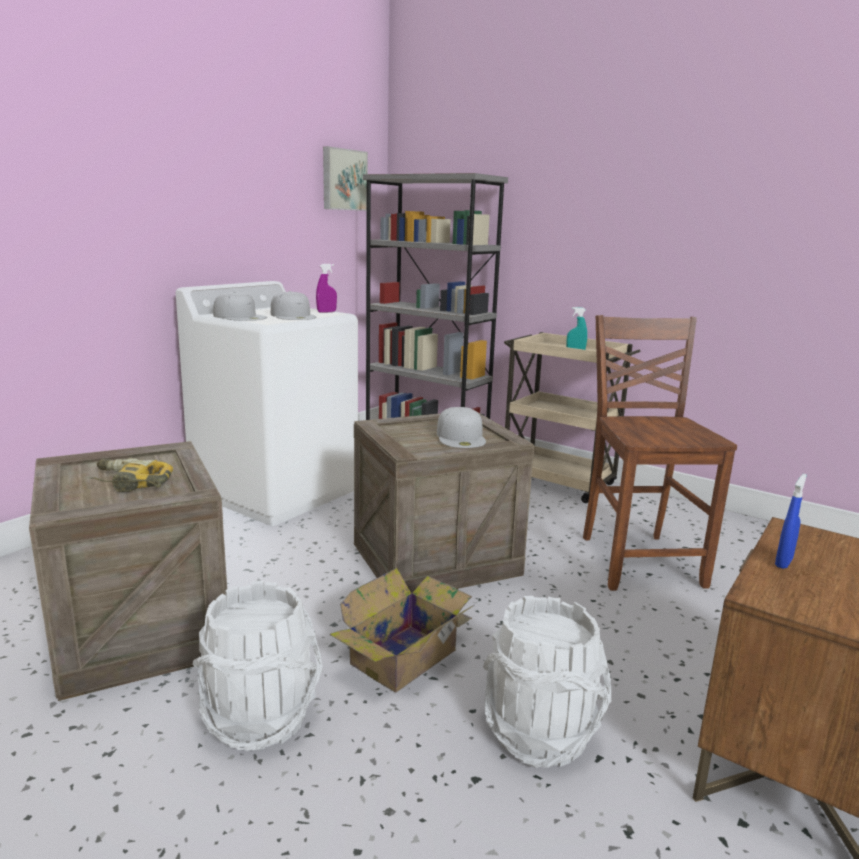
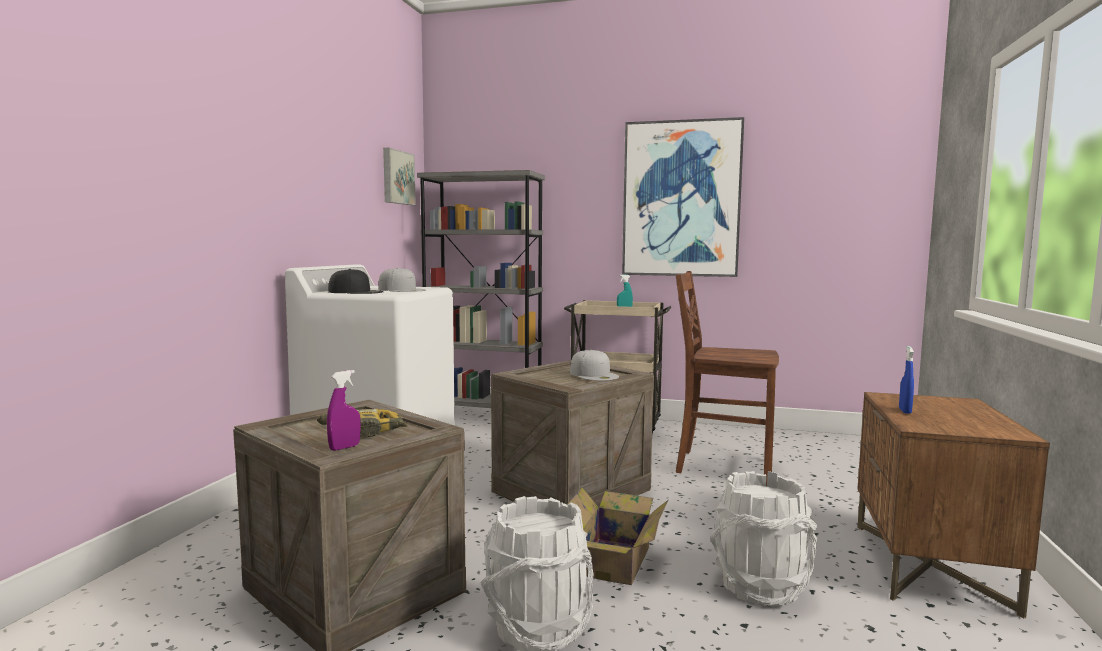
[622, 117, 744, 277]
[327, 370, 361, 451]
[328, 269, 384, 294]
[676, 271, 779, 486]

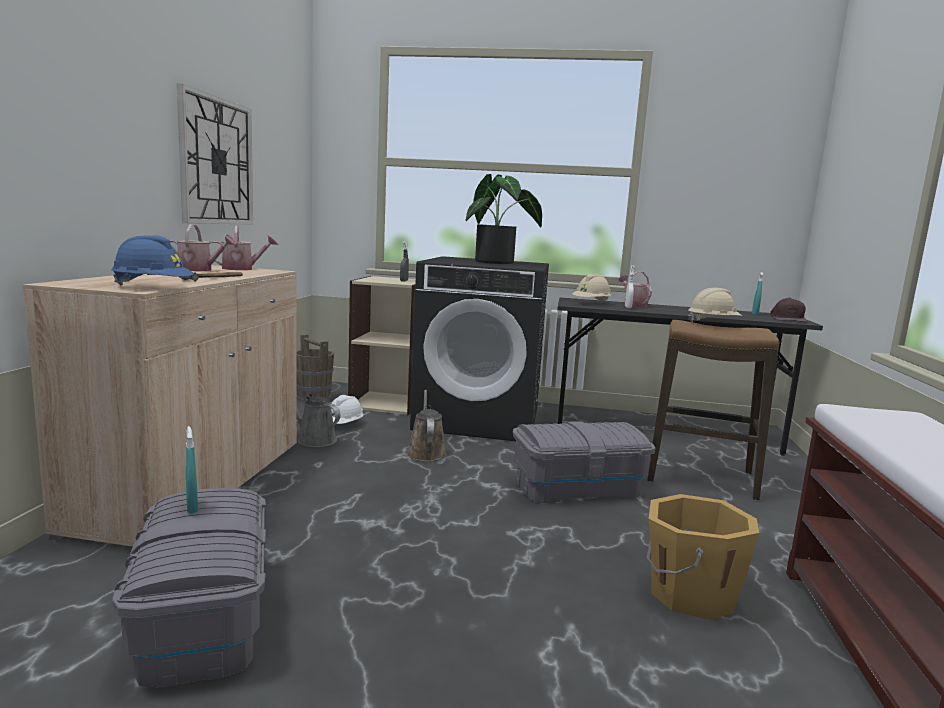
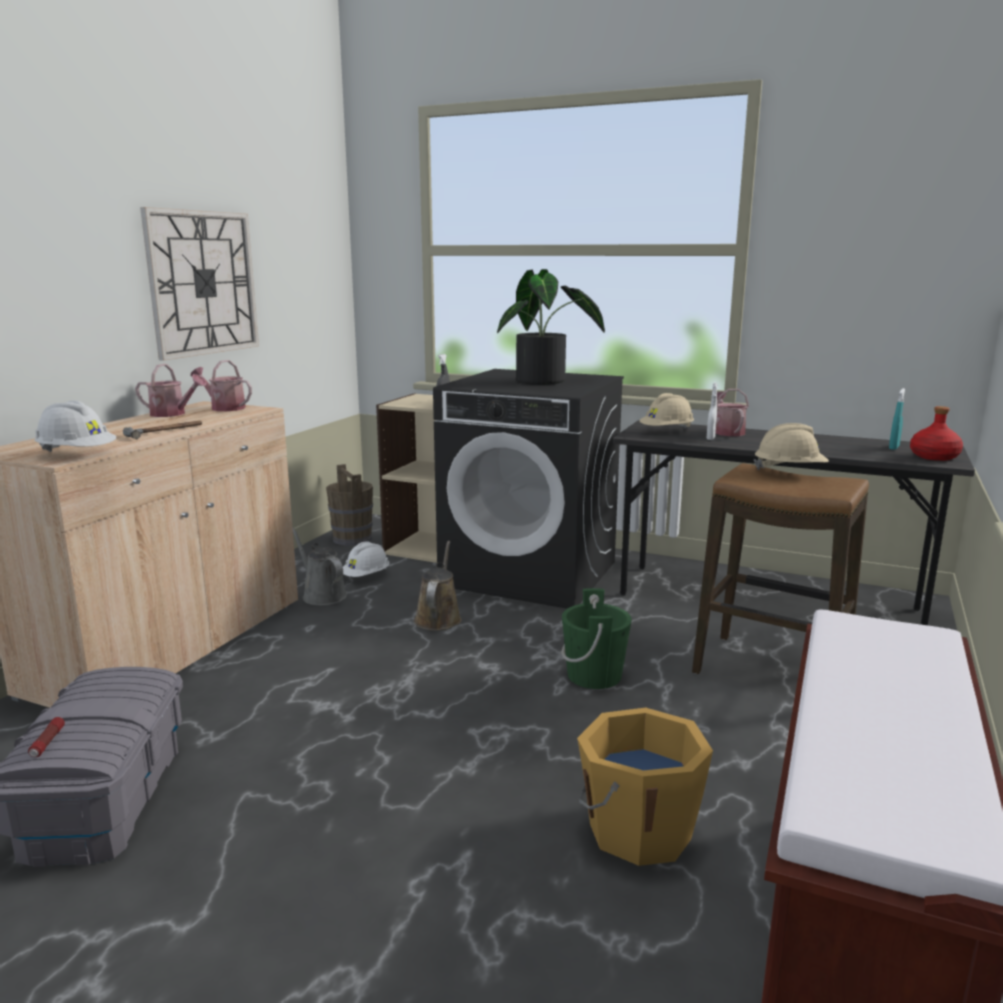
[186, 426, 198, 513] (first image)
[28, 717, 65, 757]
[562, 588, 632, 689]
[910, 406, 963, 461]
[35, 400, 116, 452]
[191, 360, 252, 411]

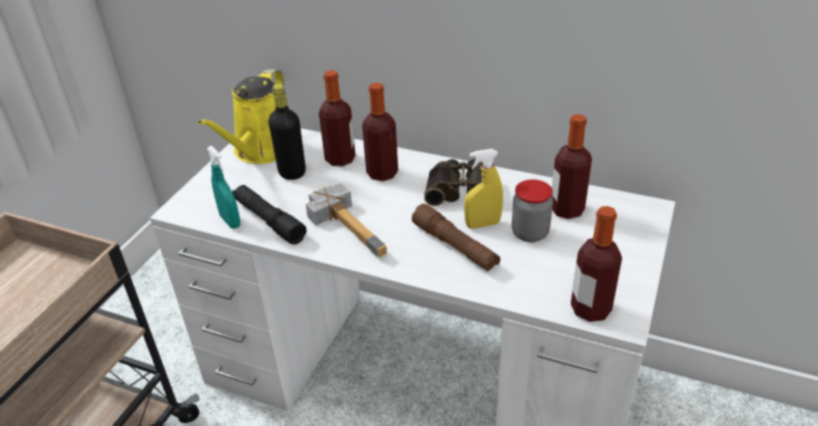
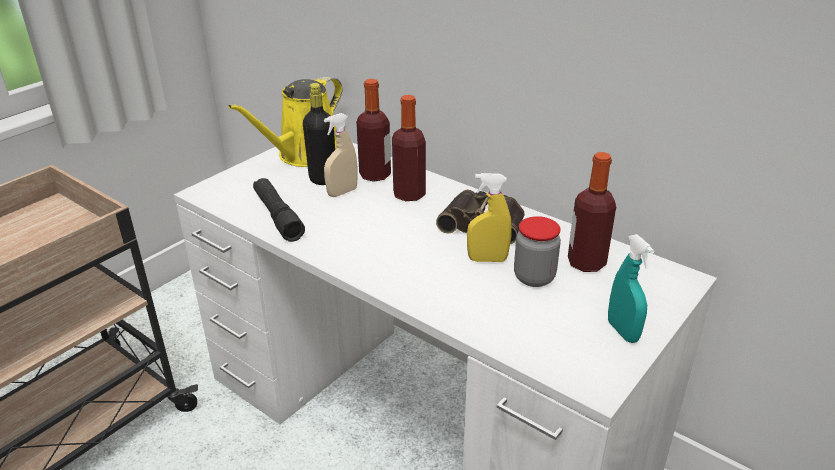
[306, 183, 387, 257] (first image)
[412, 204, 500, 272] (first image)
[571, 206, 622, 322] (first image)
[324, 113, 357, 197]
[608, 234, 654, 343]

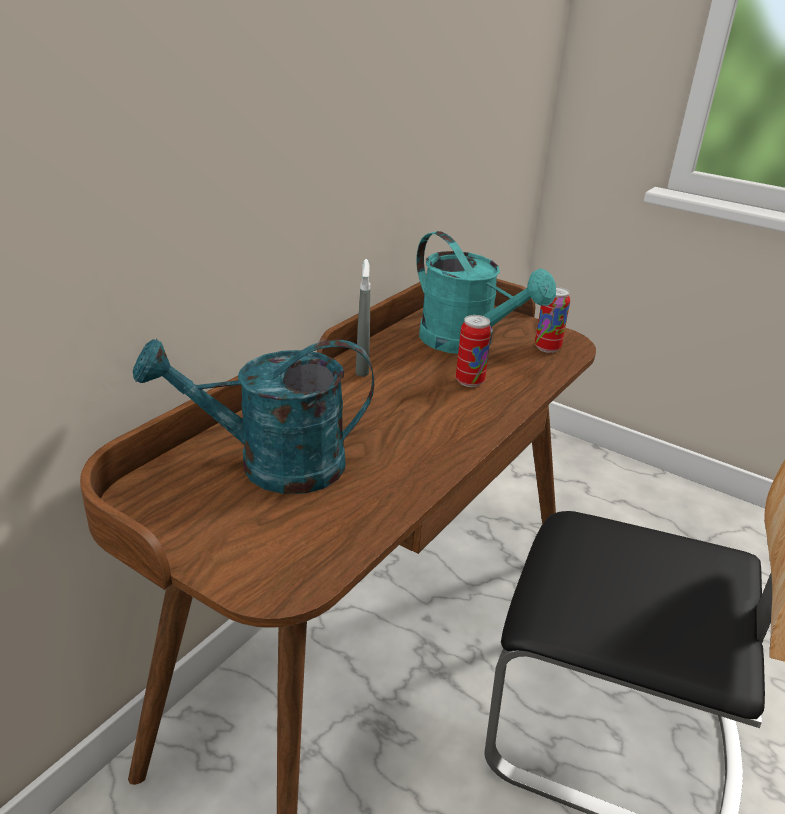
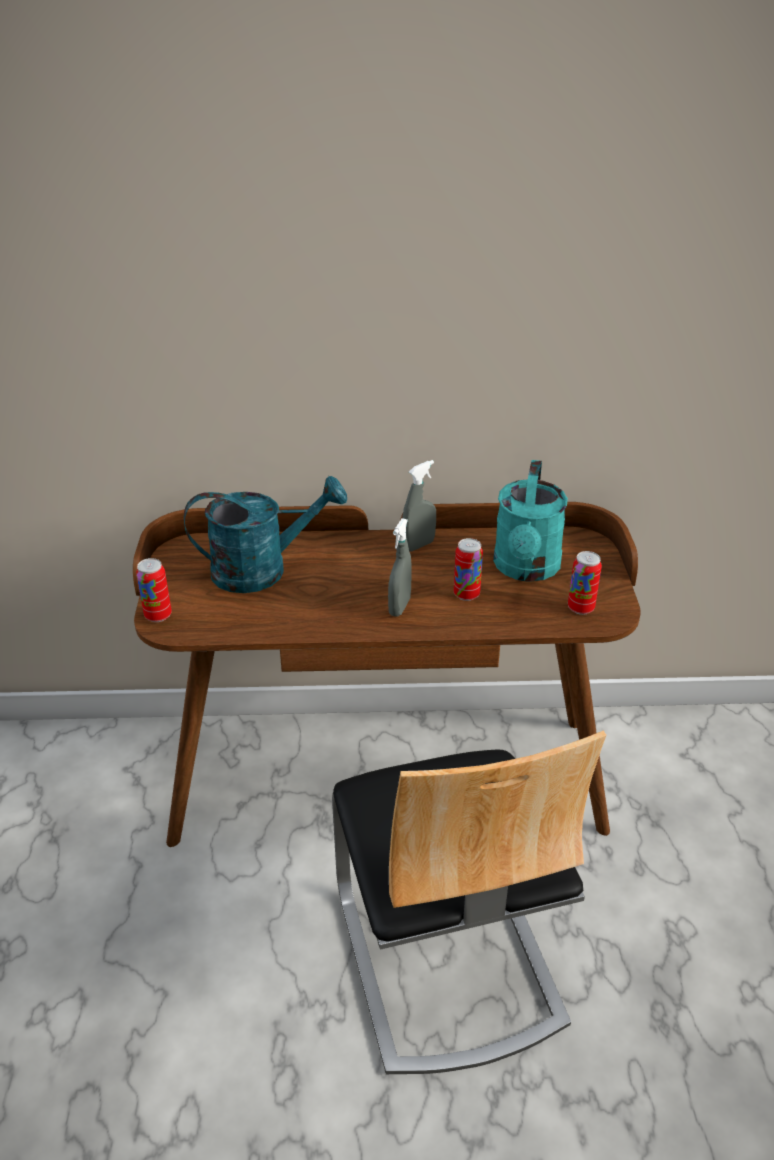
[136, 558, 172, 622]
[388, 518, 412, 616]
[184, 476, 347, 593]

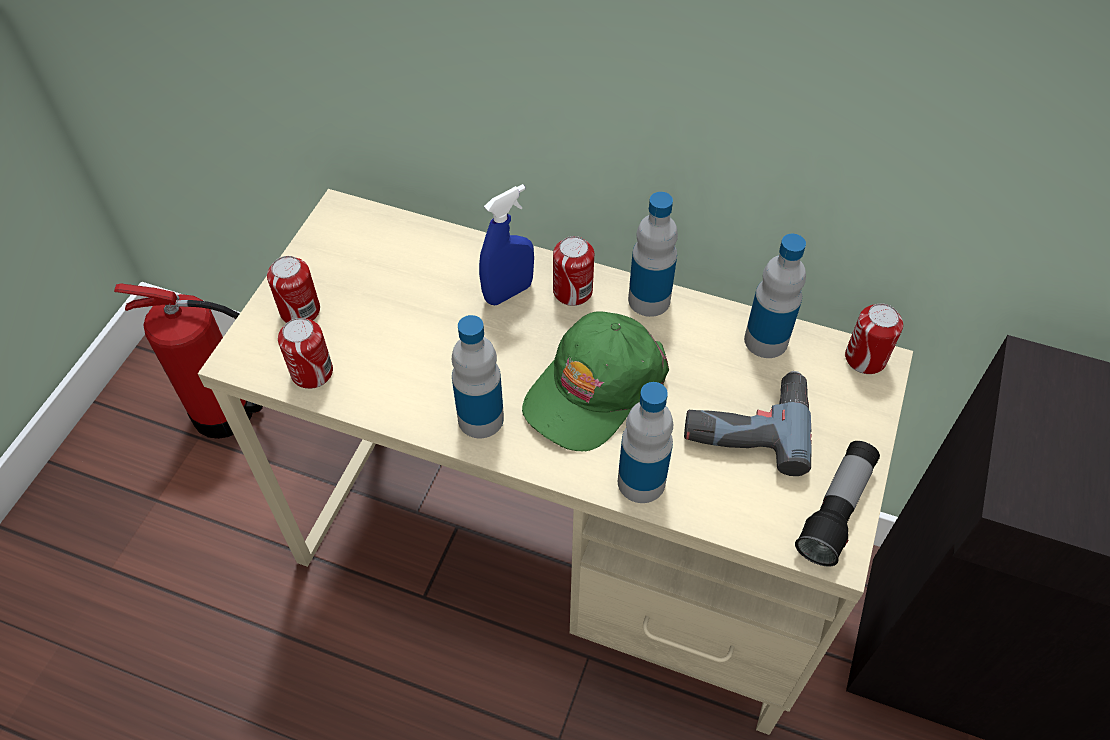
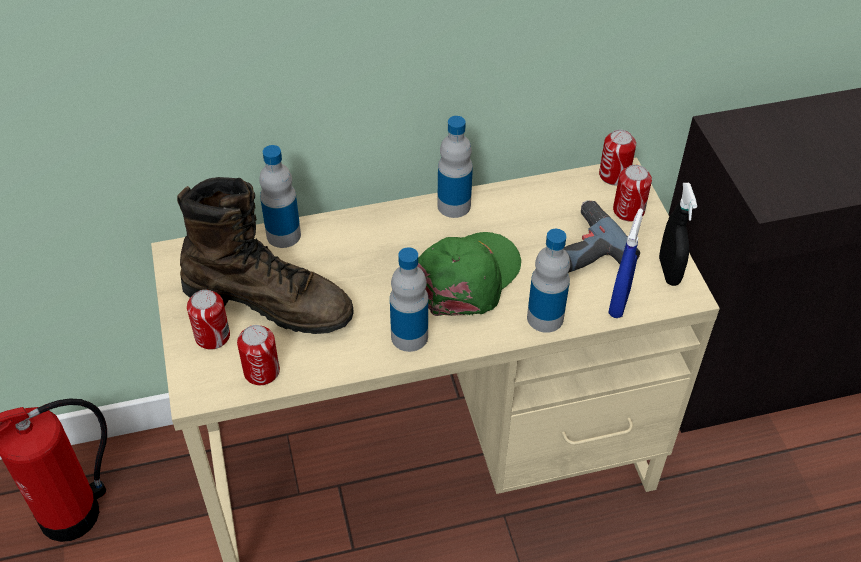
[177, 177, 354, 334]
[608, 209, 643, 318]
[613, 165, 652, 221]
[259, 145, 301, 248]
[659, 183, 697, 286]
[417, 232, 521, 316]

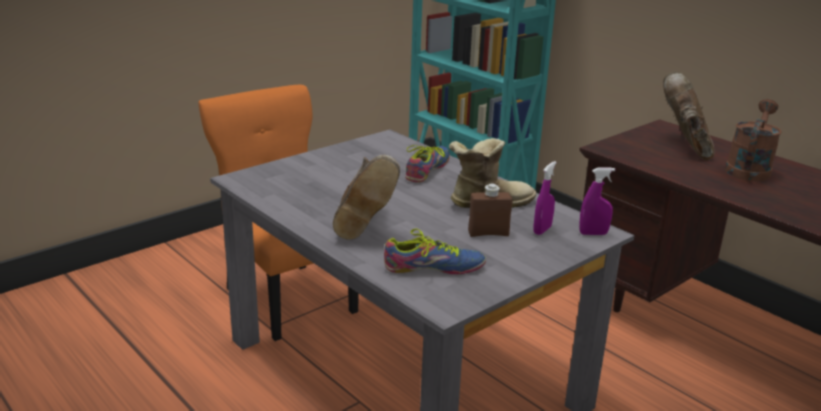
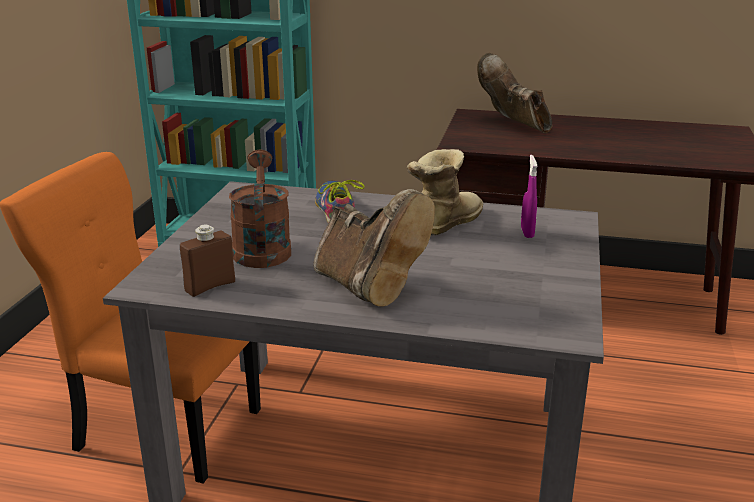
[384, 229, 486, 274] (first image)
[579, 167, 615, 235] (first image)
[180, 224, 235, 297]
[229, 149, 291, 268]

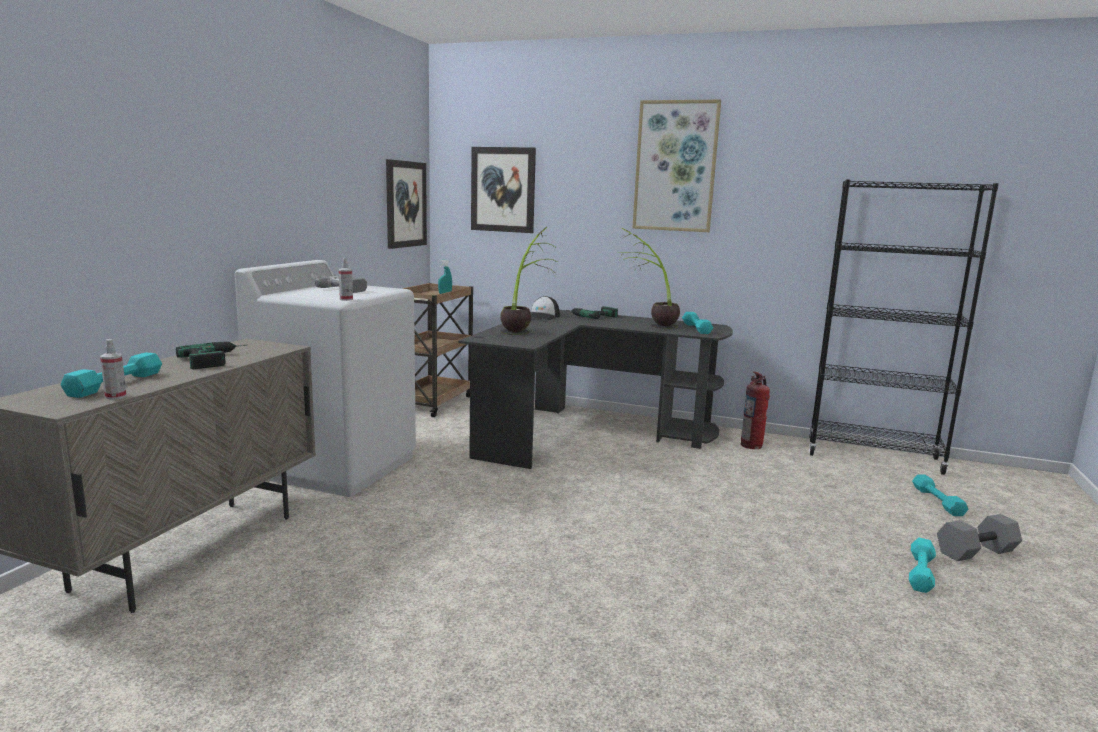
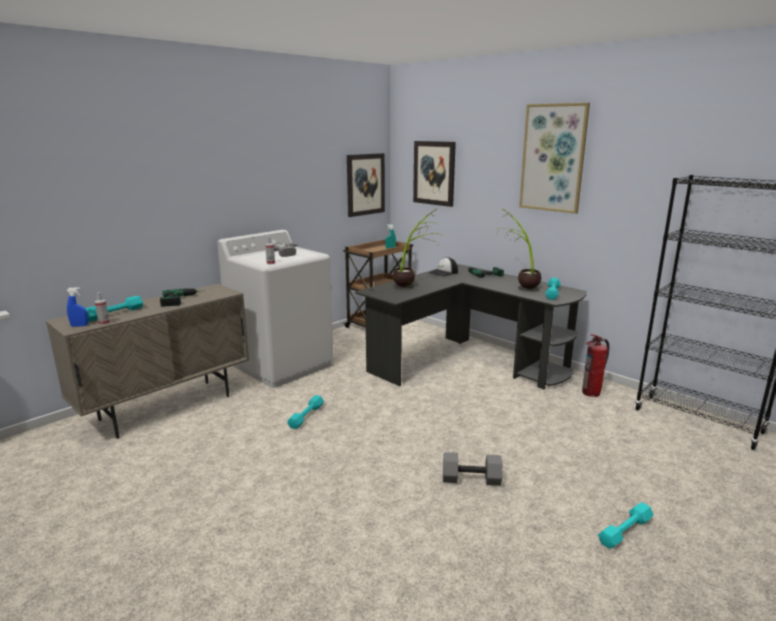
[66, 287, 88, 327]
[287, 395, 324, 429]
[443, 452, 502, 486]

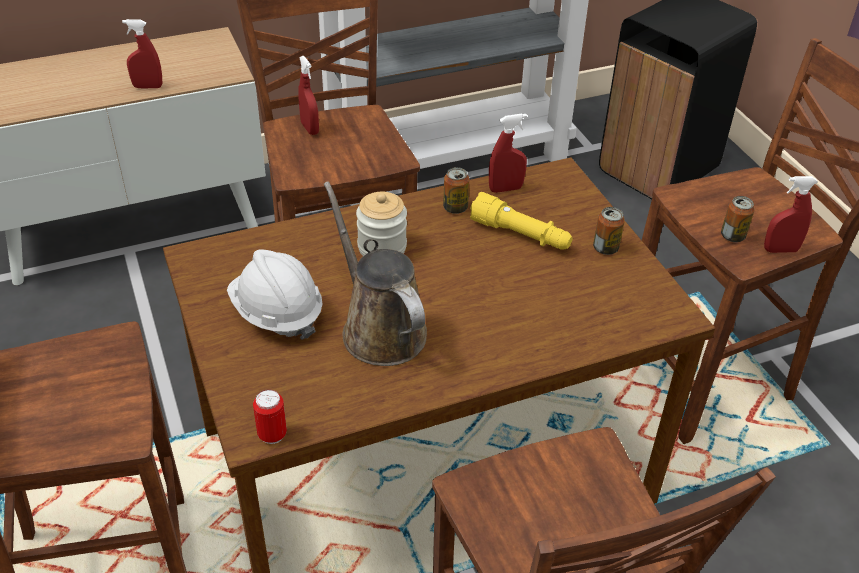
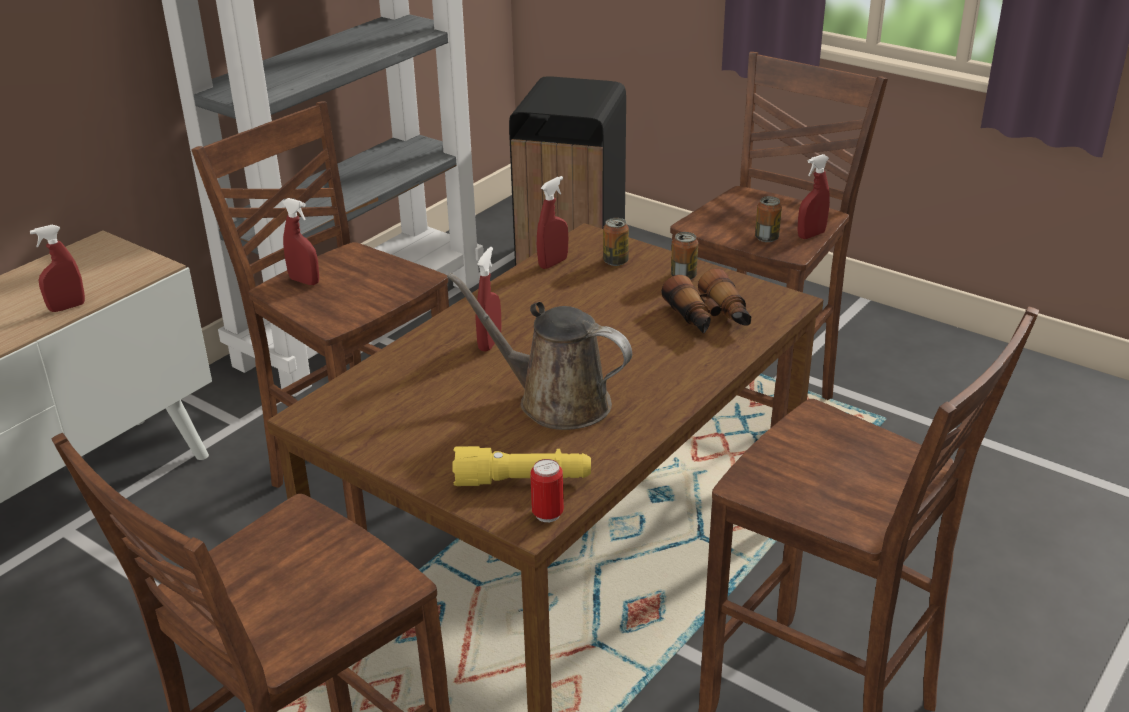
[227, 249, 322, 340] (first image)
[661, 269, 751, 334]
[603, 218, 629, 266]
[452, 446, 591, 486]
[476, 247, 501, 352]

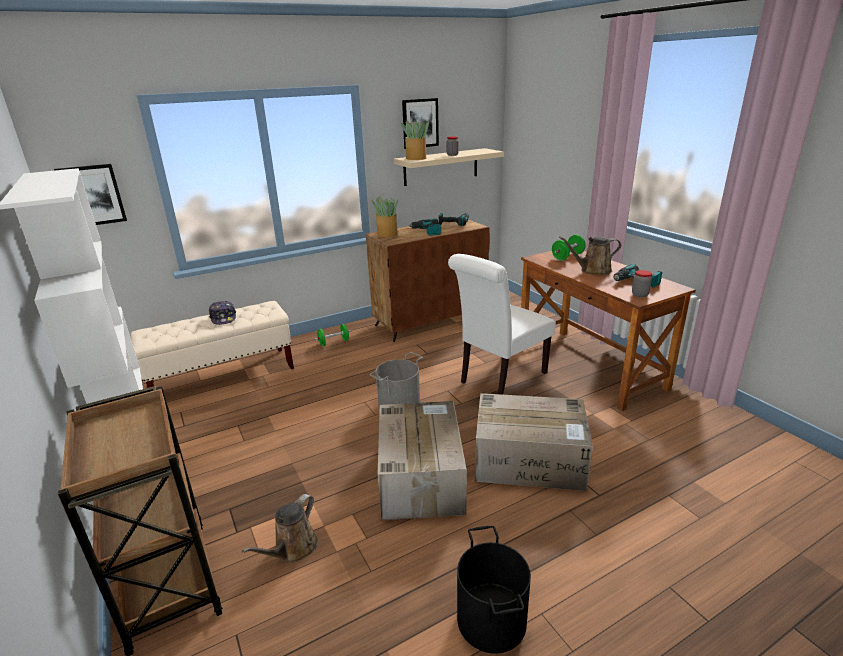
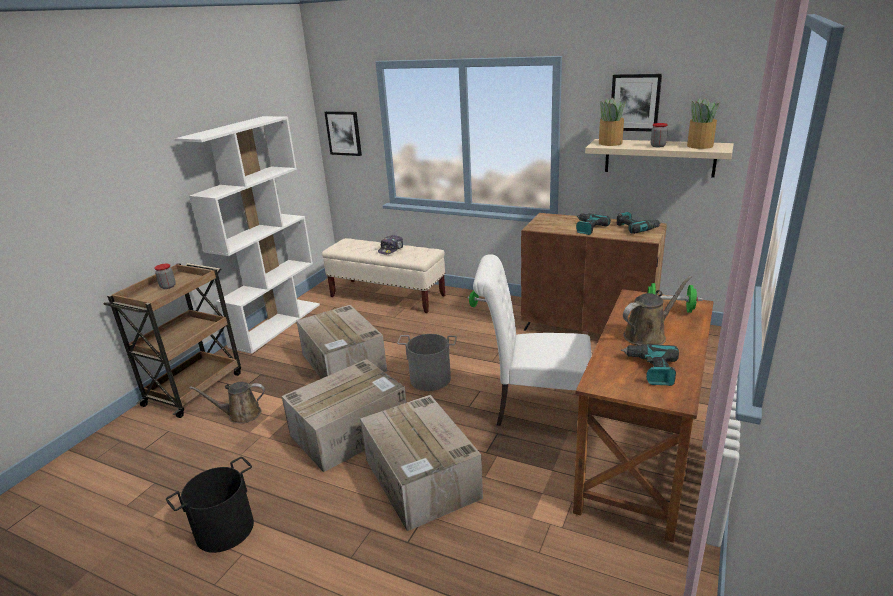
[296, 305, 387, 379]
[687, 98, 720, 149]
[155, 264, 176, 289]
[623, 276, 692, 346]

